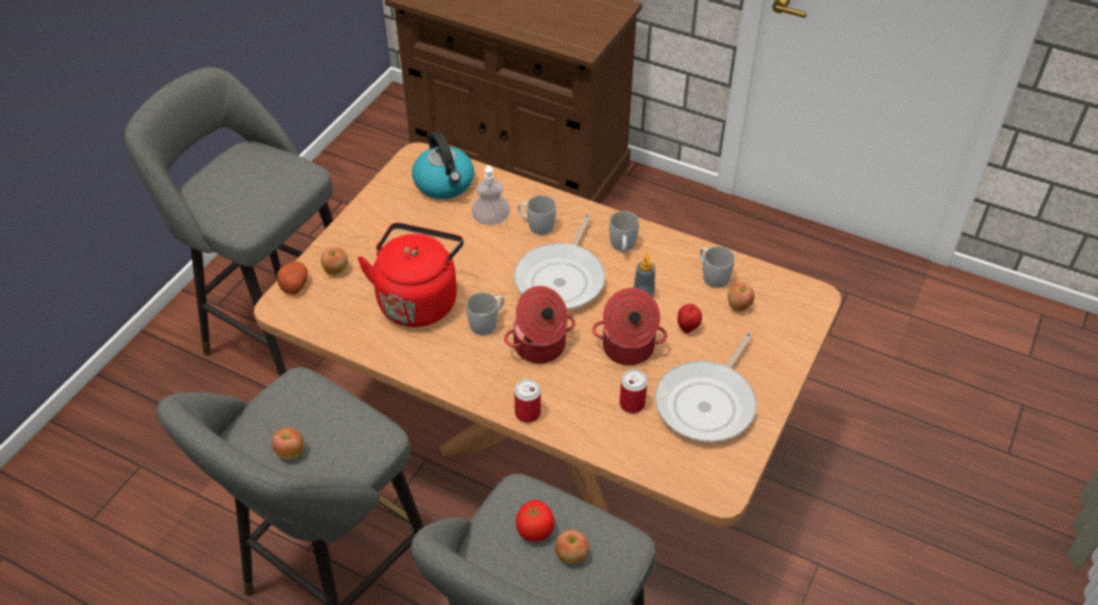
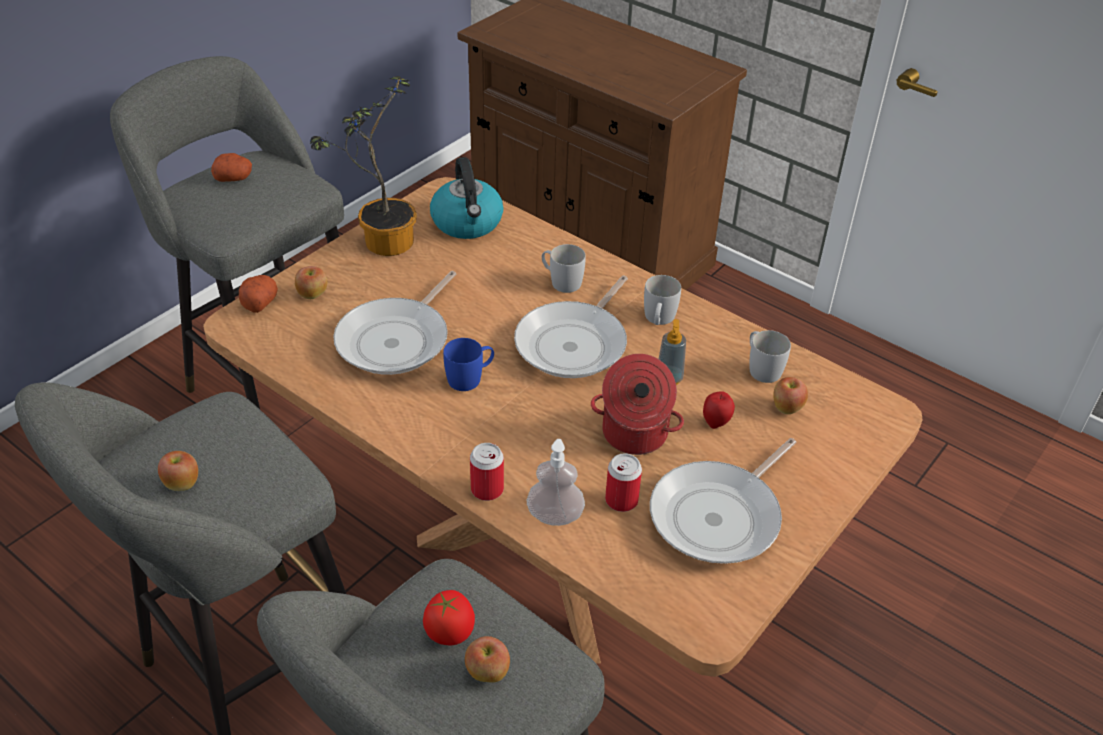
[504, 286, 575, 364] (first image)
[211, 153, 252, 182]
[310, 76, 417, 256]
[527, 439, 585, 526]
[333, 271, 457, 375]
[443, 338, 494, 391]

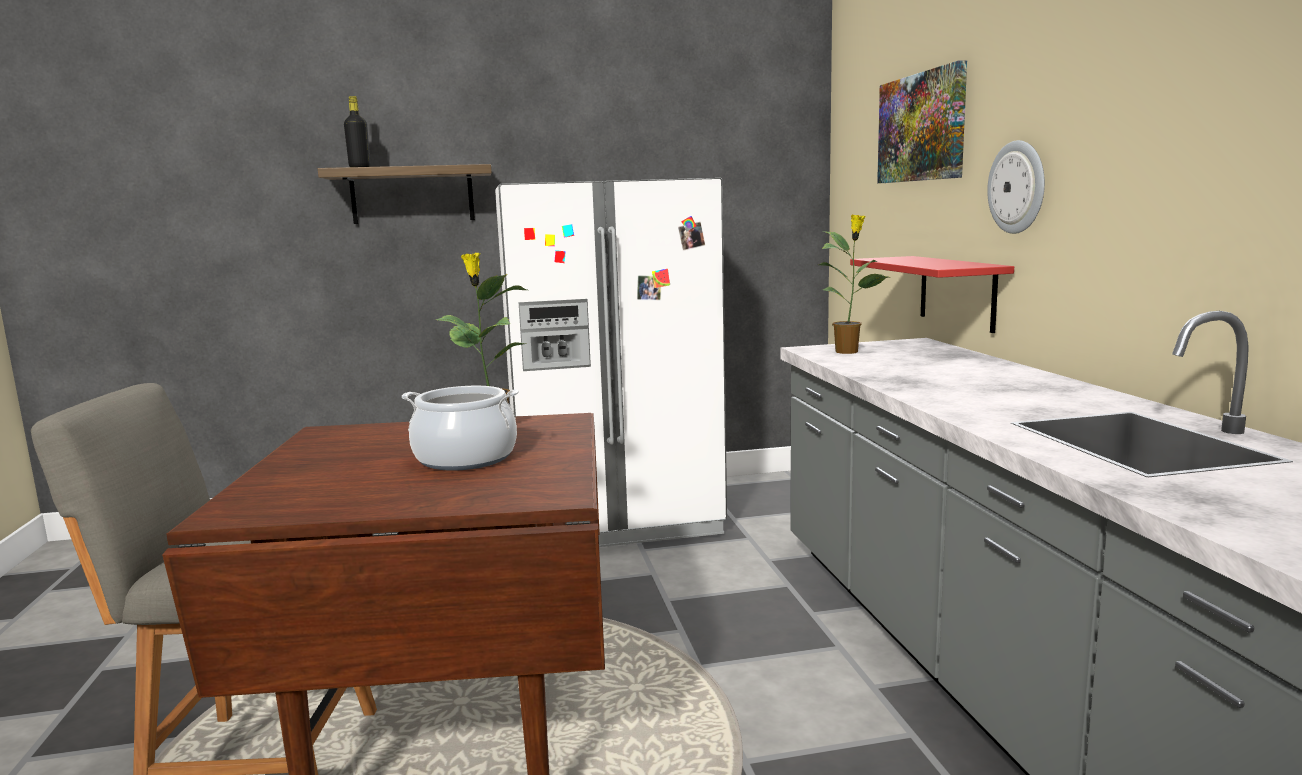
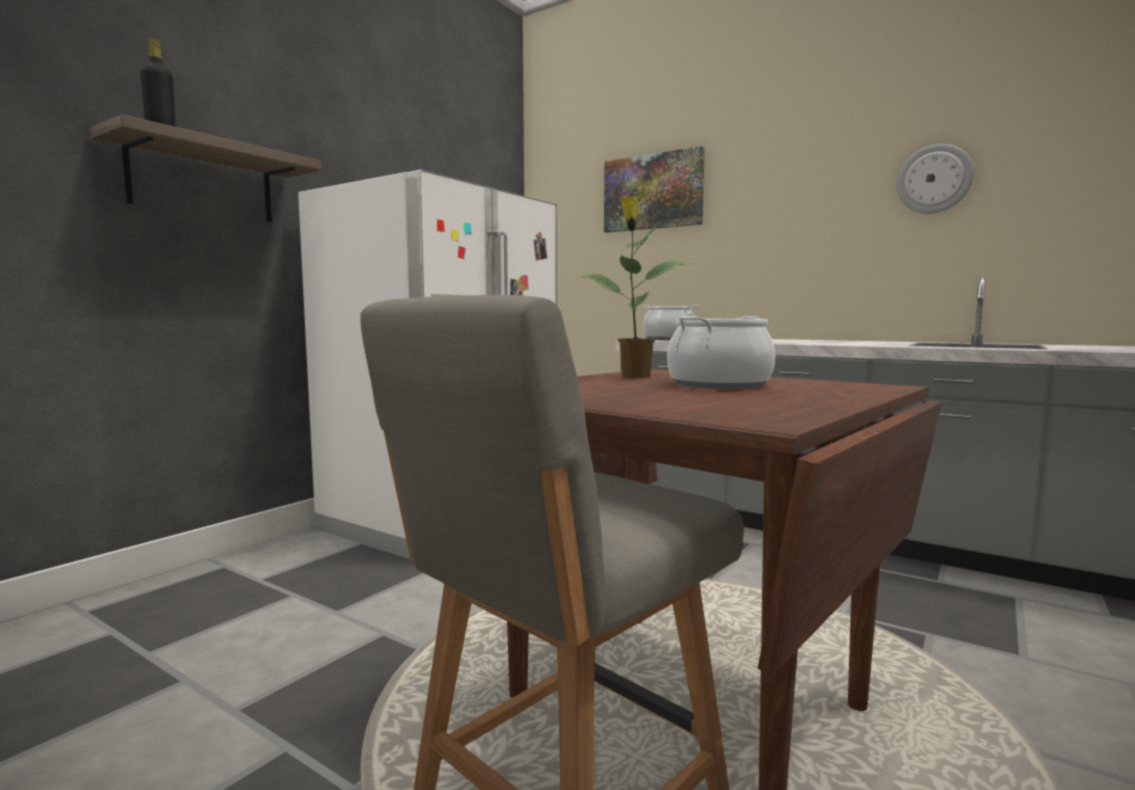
[850, 256, 1014, 333] (first image)
[897, 144, 974, 214]
[643, 305, 698, 340]

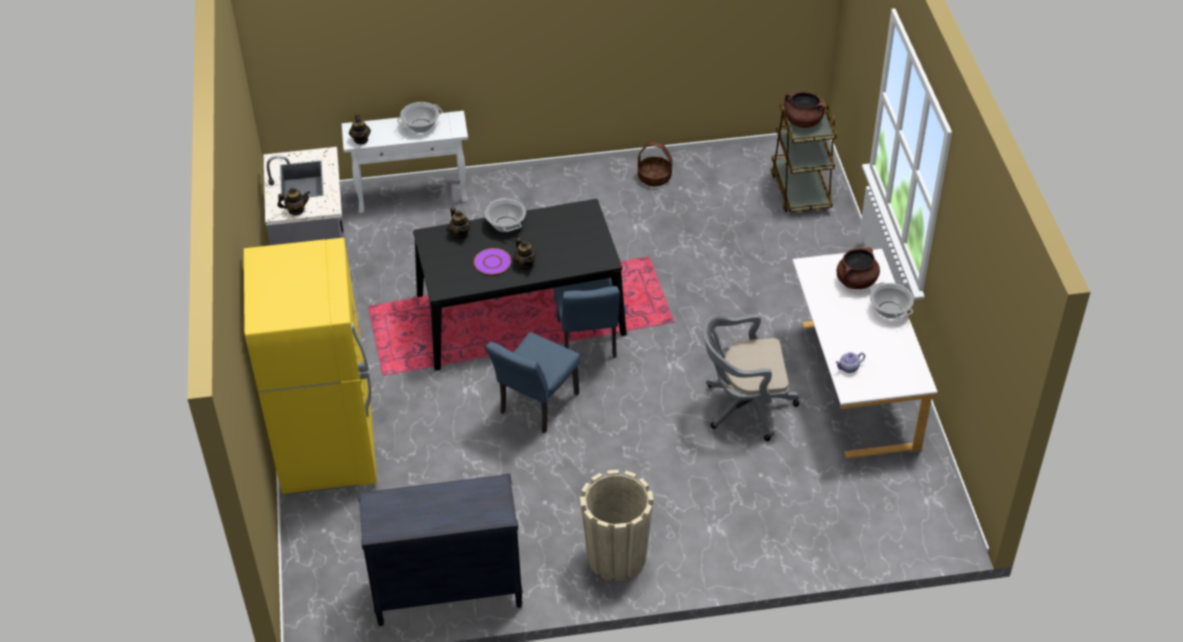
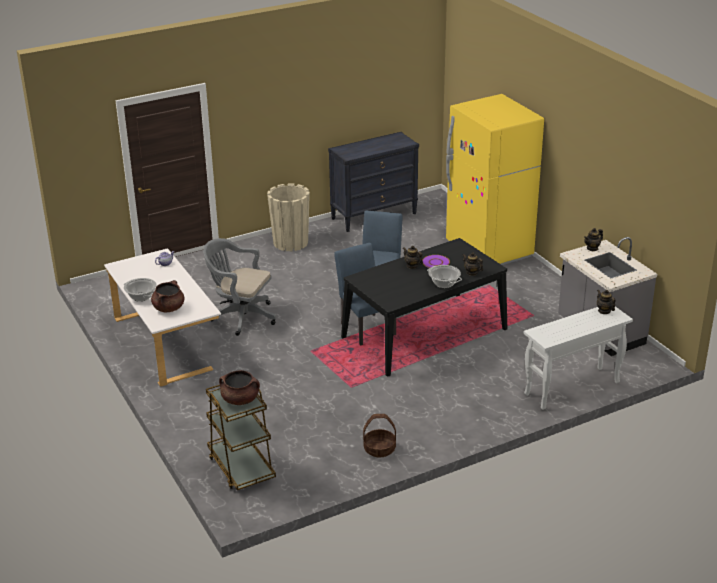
[397, 102, 443, 133] (first image)
[203, 238, 276, 336]

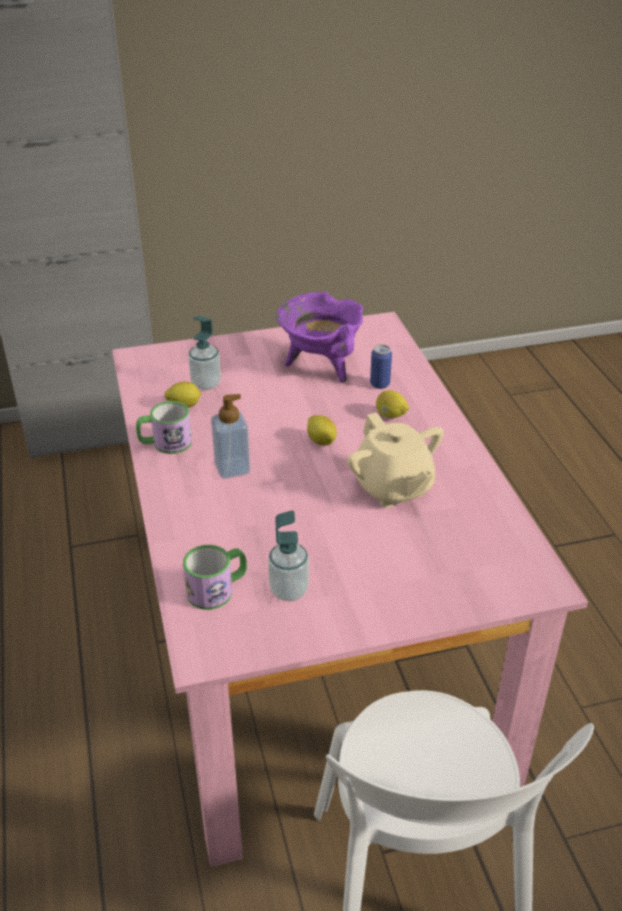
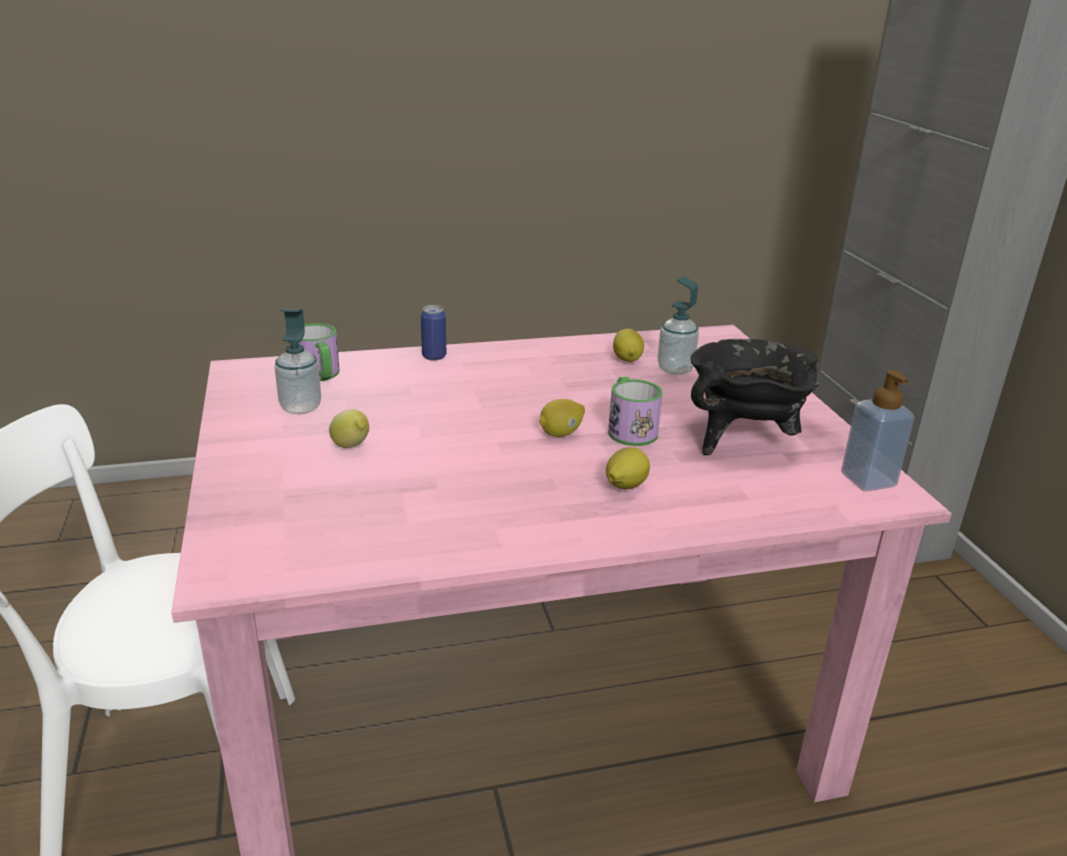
[347, 412, 444, 508] (first image)
[329, 409, 369, 448]
[608, 376, 663, 446]
[841, 370, 914, 491]
[421, 305, 446, 360]
[691, 339, 820, 455]

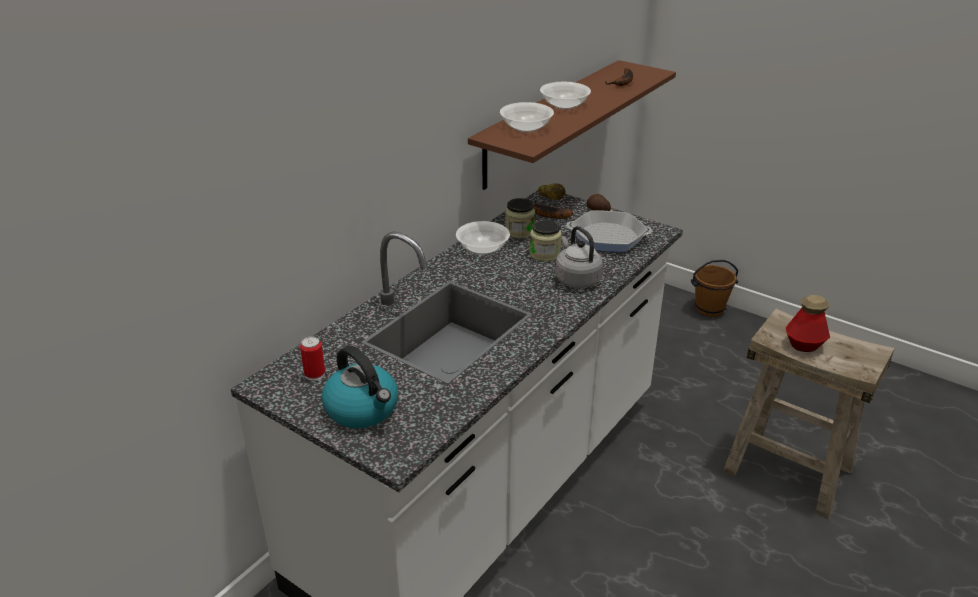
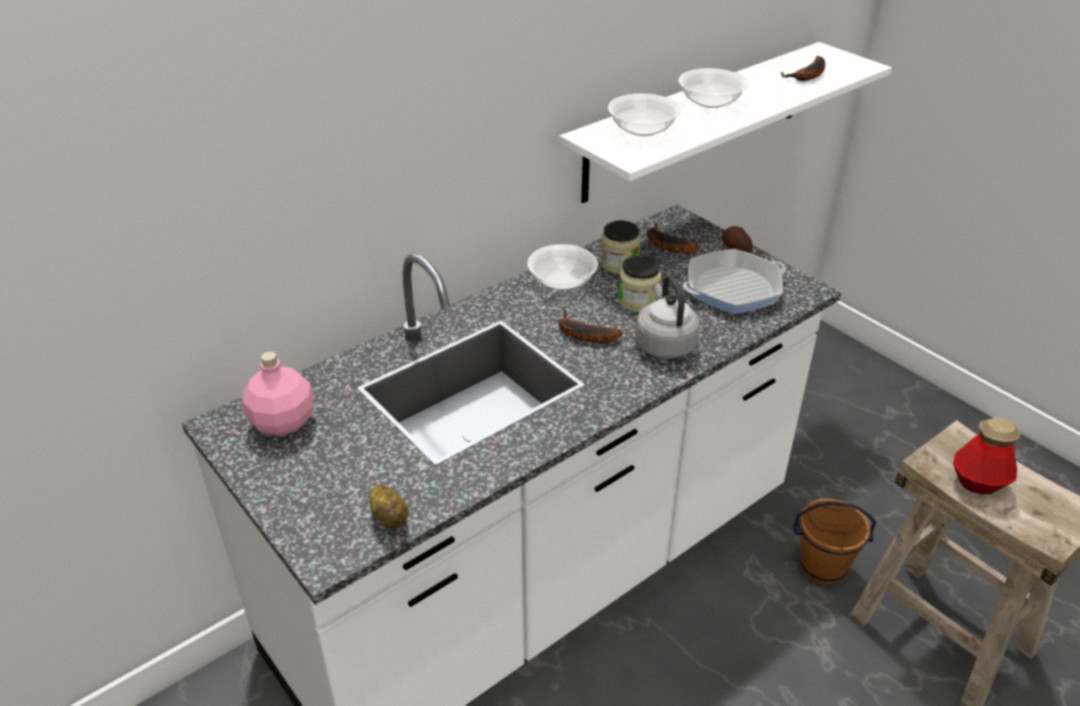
[322, 346, 398, 428] (first image)
[559, 310, 622, 343]
[369, 485, 409, 530]
[793, 498, 876, 585]
[242, 352, 314, 436]
[559, 42, 892, 203]
[682, 249, 786, 314]

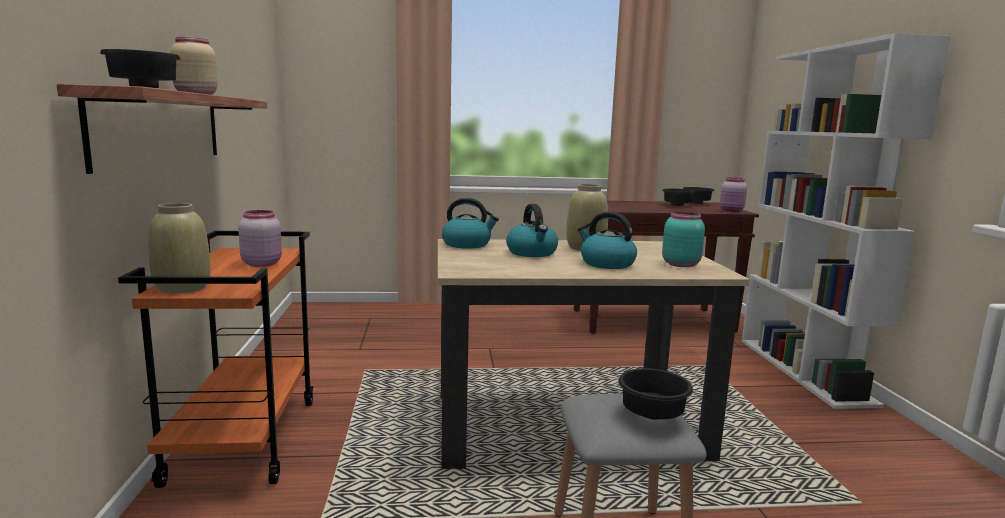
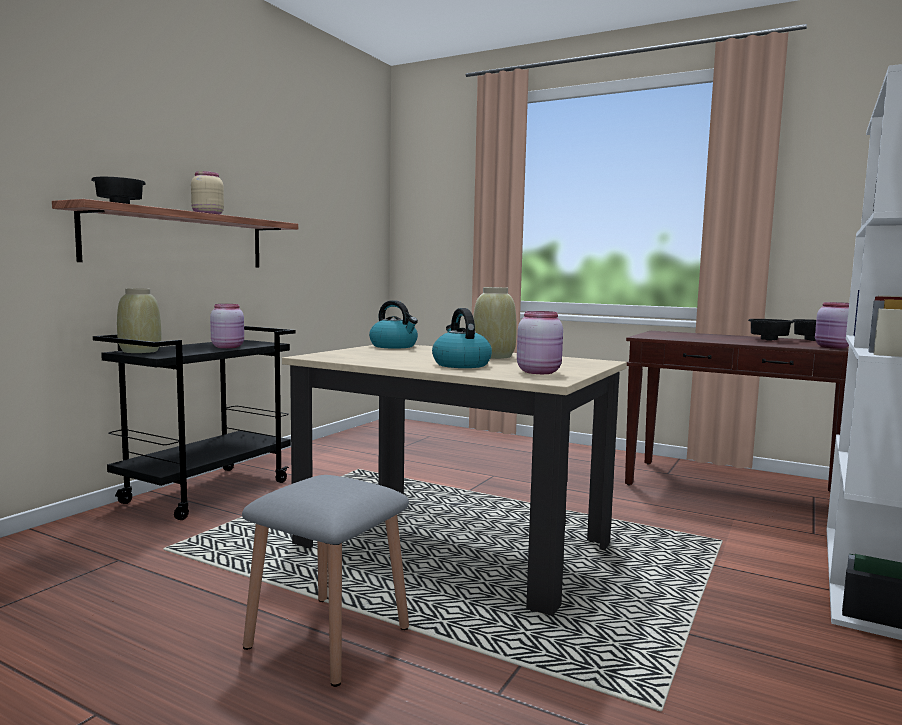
[506, 204, 558, 257] (first image)
[618, 368, 693, 420] (first image)
[93, 326, 295, 520]
[517, 311, 563, 374]

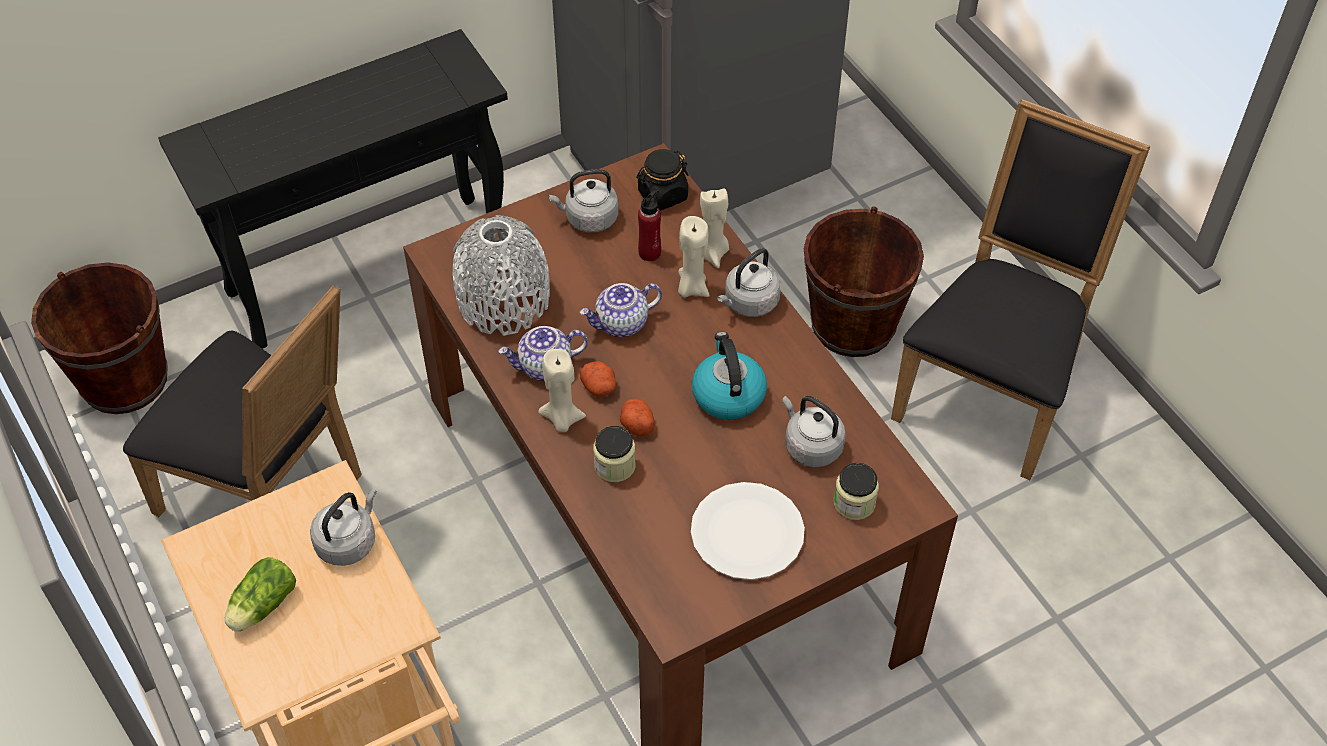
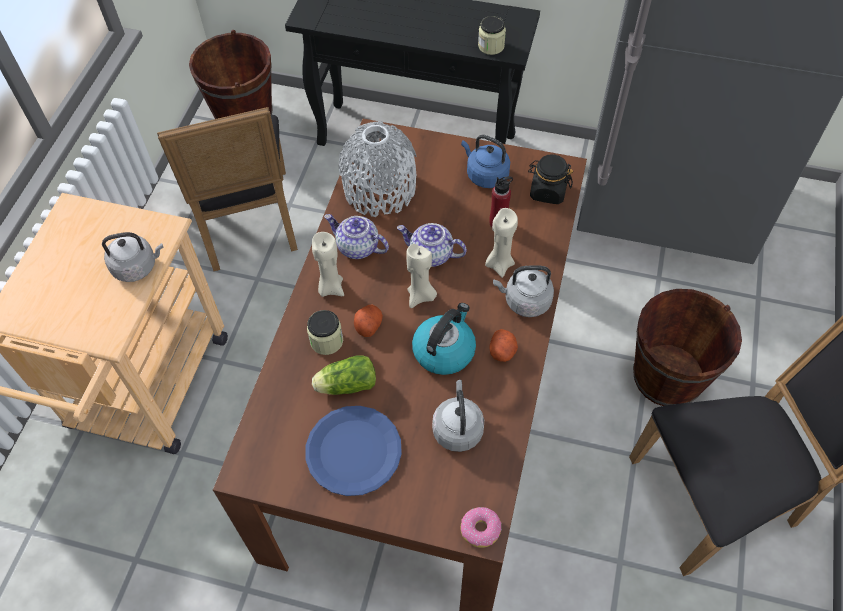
[460, 507, 502, 548]
[312, 355, 376, 395]
[489, 329, 518, 362]
[406, 243, 437, 308]
[478, 16, 506, 55]
[461, 135, 510, 188]
[305, 406, 402, 496]

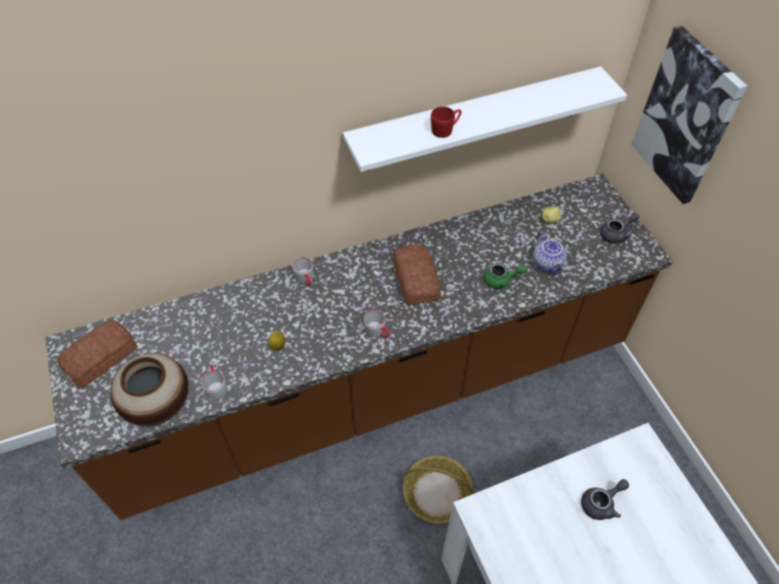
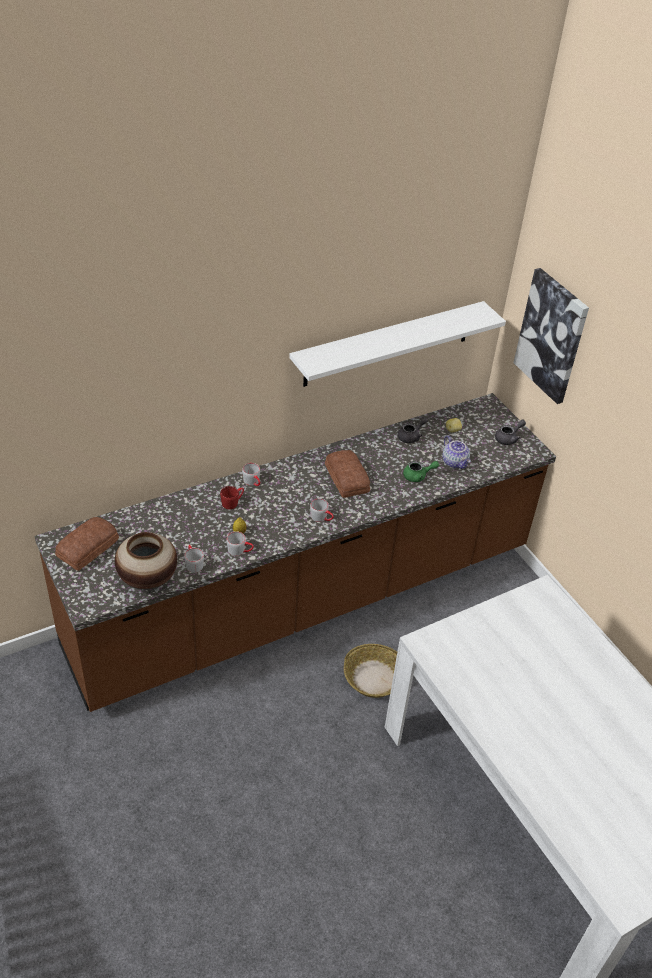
[226, 531, 254, 556]
[220, 486, 244, 509]
[398, 417, 428, 443]

